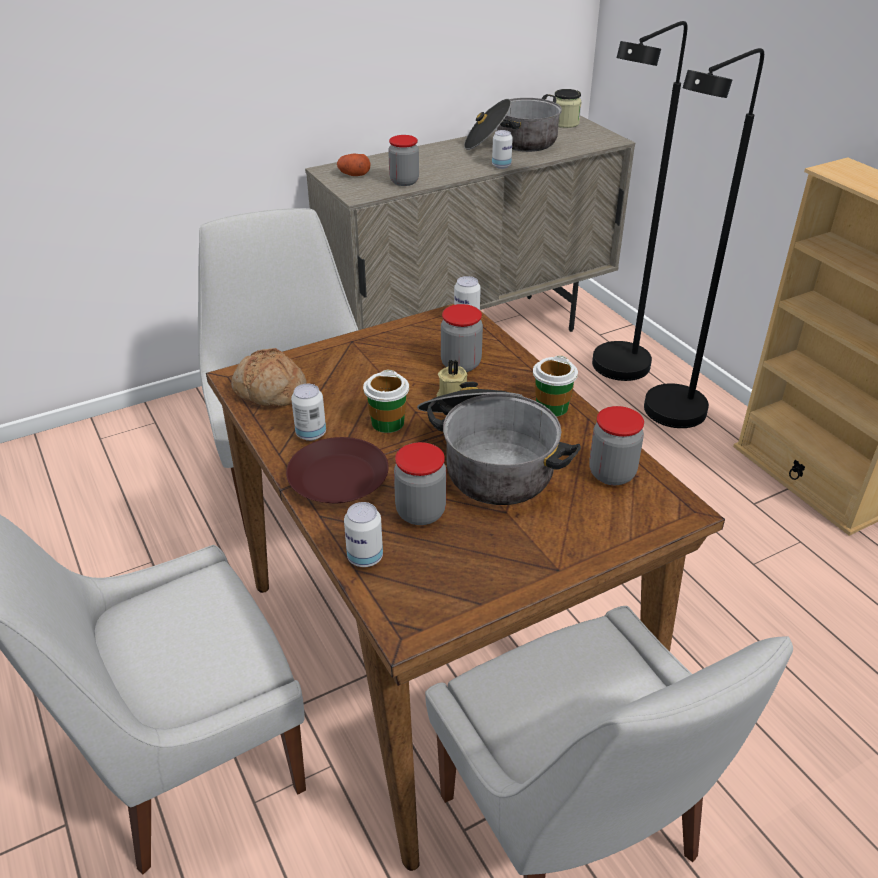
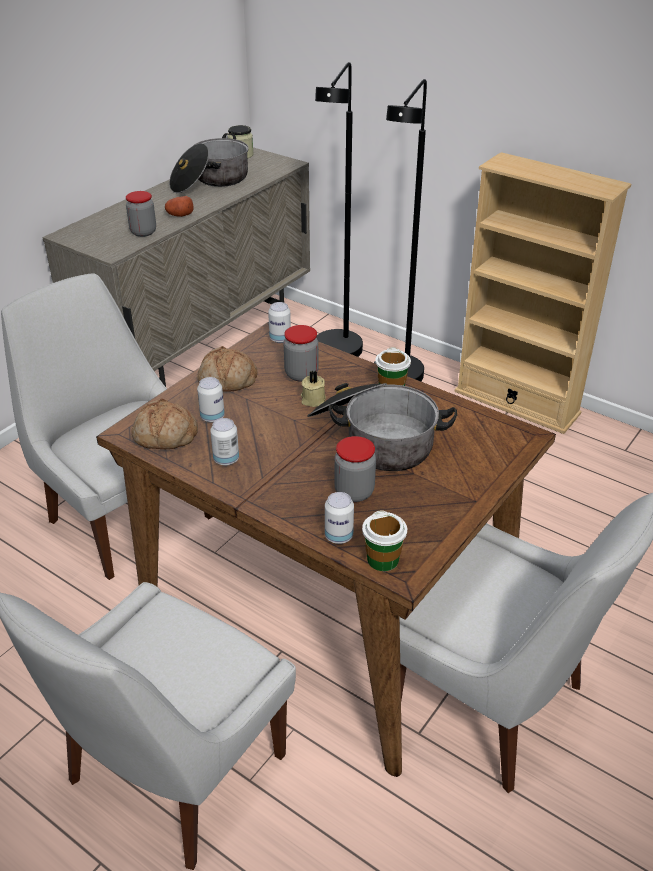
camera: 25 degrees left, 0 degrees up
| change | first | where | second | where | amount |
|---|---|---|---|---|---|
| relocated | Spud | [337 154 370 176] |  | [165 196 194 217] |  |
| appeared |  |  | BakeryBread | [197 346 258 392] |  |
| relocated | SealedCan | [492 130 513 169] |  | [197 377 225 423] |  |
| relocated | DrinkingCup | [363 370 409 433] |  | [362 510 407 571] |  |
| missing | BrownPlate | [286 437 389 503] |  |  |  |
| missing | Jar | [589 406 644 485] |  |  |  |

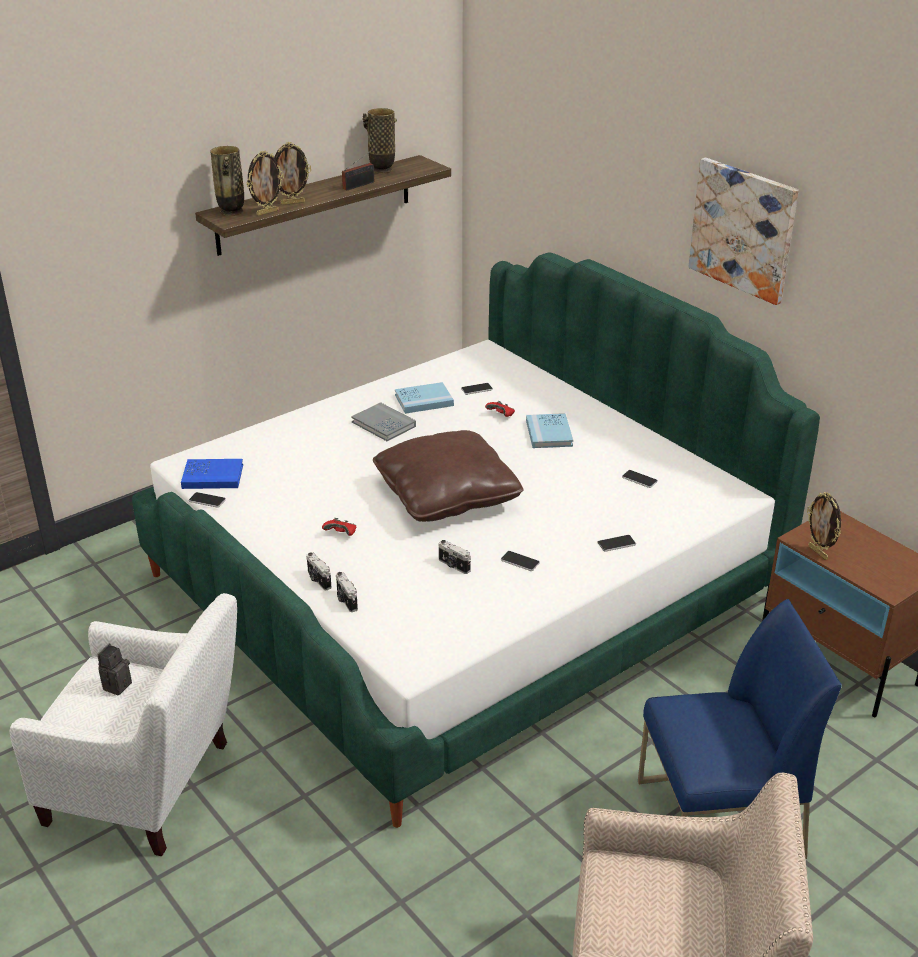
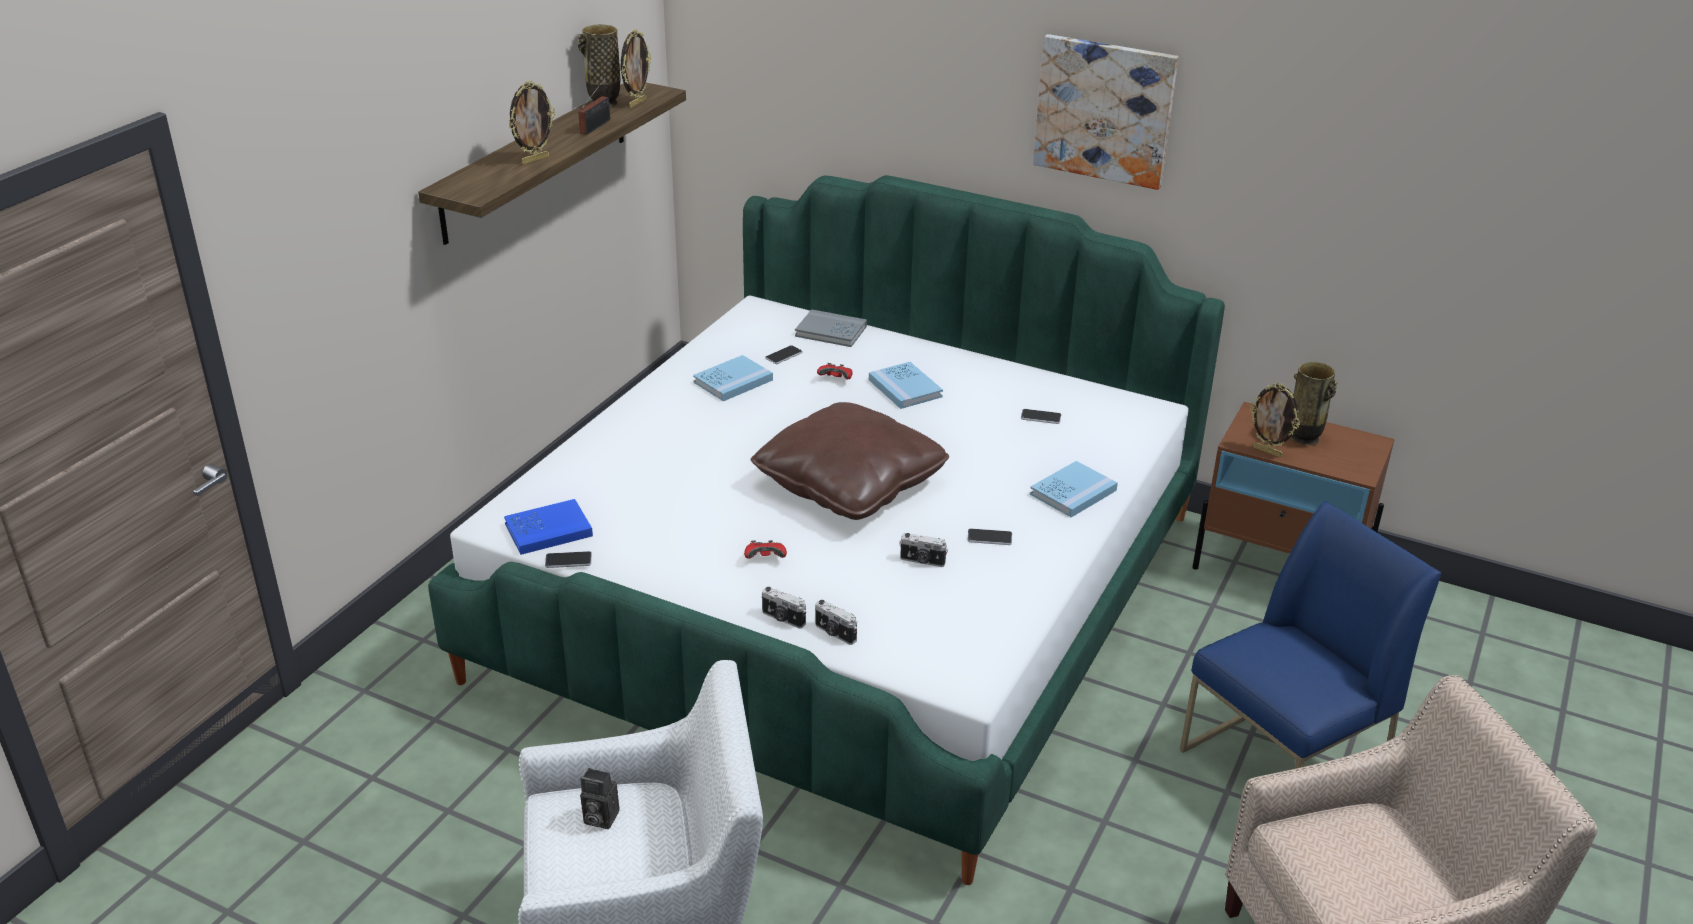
camera: 25 degrees left, 0 degrees up
| change | first | where | second | where | amount |
|---|---|---|---|---|---|
| spun | StillCamera | [97 643 132 695] |  | [580 768 619 829] | 75 degrees counterclockwise |
| relocated | PhotoFrame | [247 151 284 216] |  | [621 29 651 108] |  |
| relocated | GreyishBoundBook | [351 402 416 441] |  | [795 309 867 347] |  |
| exchanged | Phone | [597 535 636 552] | BluishBoundBook | [1030 461 1118 517] |  |
| relocated | FlowerVase | [210 146 244 216] |  | [1291 362 1338 445] |  |

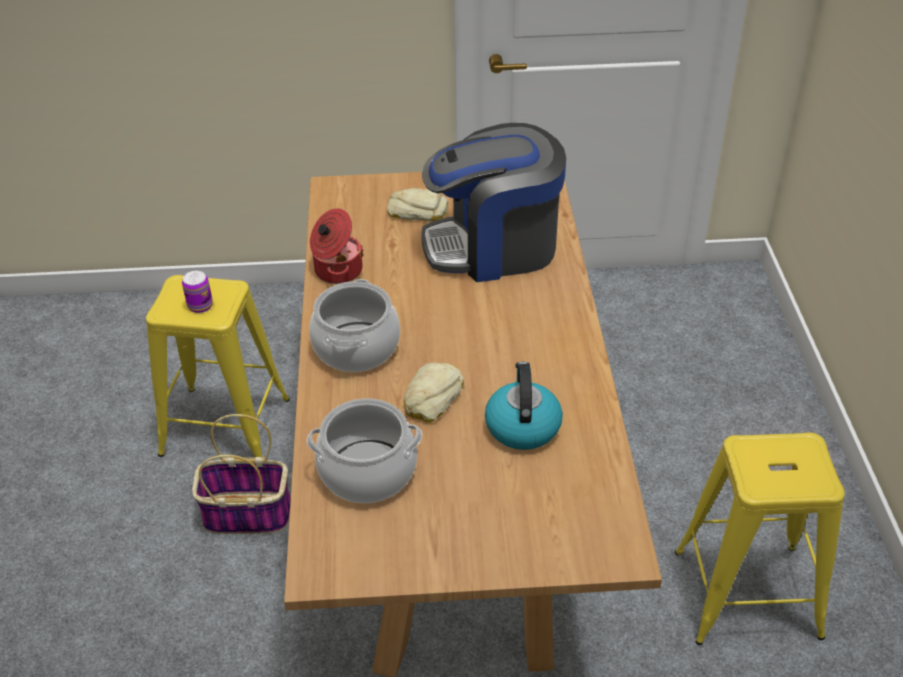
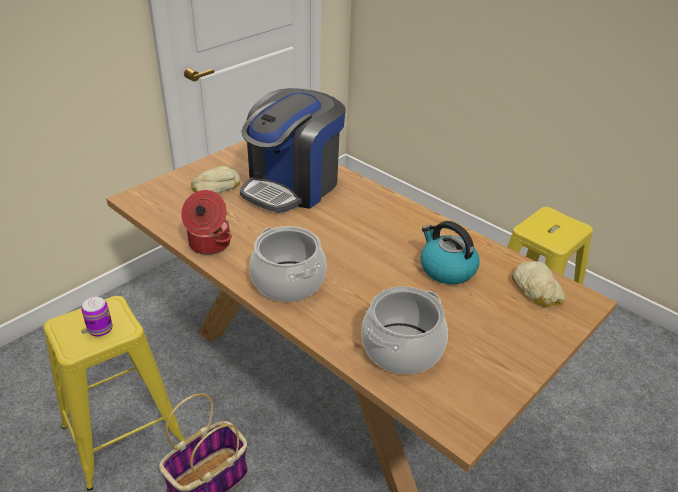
camera: 45 degrees left, 5 degrees down
| change | first | where | second | where | amount |
|---|---|---|---|---|---|
| relocated | BakeryBread | [404 362 464 423] |  | [512 261 565 308] |  |

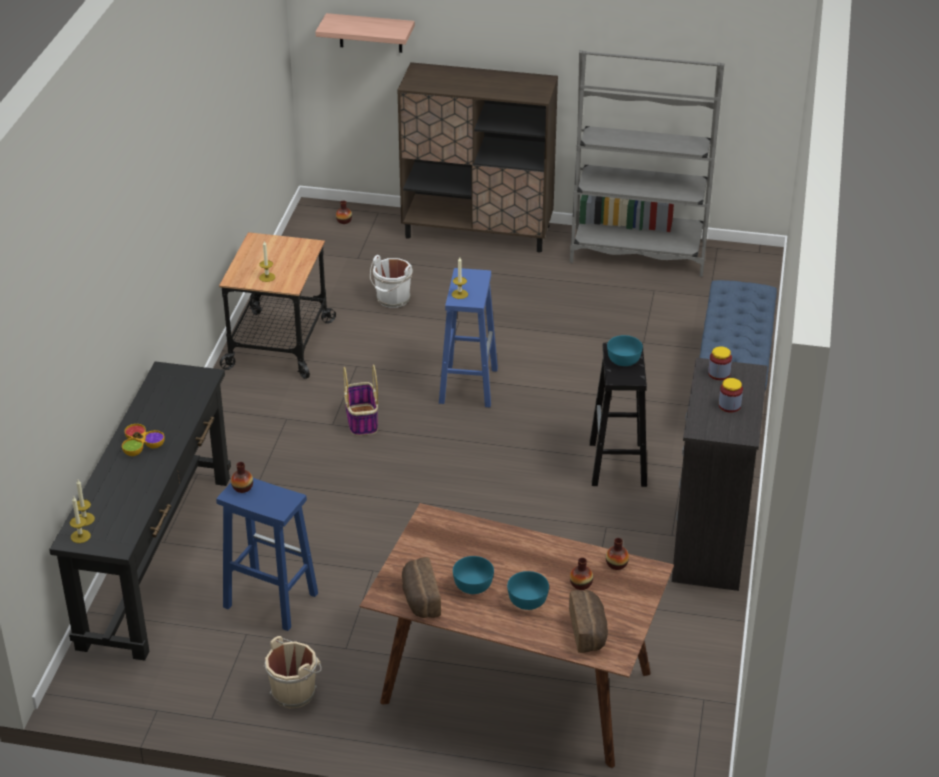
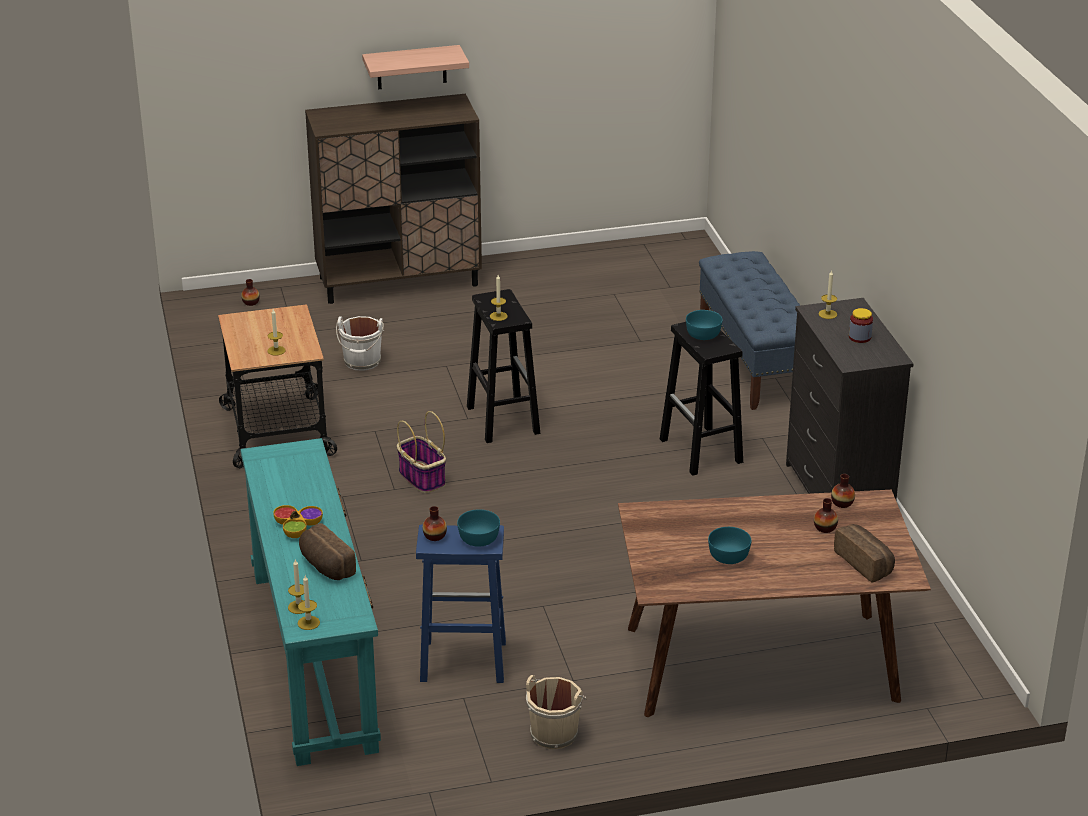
camera: 25 degrees left, 5 degrees down
| change | first | where | second | where | amount |
|---|---|---|---|---|---|
| colour | BlackColouredNarrowTable | [49 361 231 661] | TurquoiseColouredNarrowTable | [240 438 381 766] |  |
| relocated | BakeryBread | [402 557 441 618] |  | [299 523 356 580] |  |
| relocated | Shelf | [315 13 415 53] |  | [362 45 469 89] |  |
| relocated | TurquoiseColouredDeepDish | [507 571 549 610] |  | [457 509 500 547] |  |
| colour | BluishSittingStool | [439 268 498 407] | BlackColouredSittingStool | [467 289 540 443] |  |
| exchanged | Jar | [708 347 732 380] | WaxLight | [819 270 837 319] |  |
| missing | GreyishBookcase | [570 50 724 277] |  |  |  |

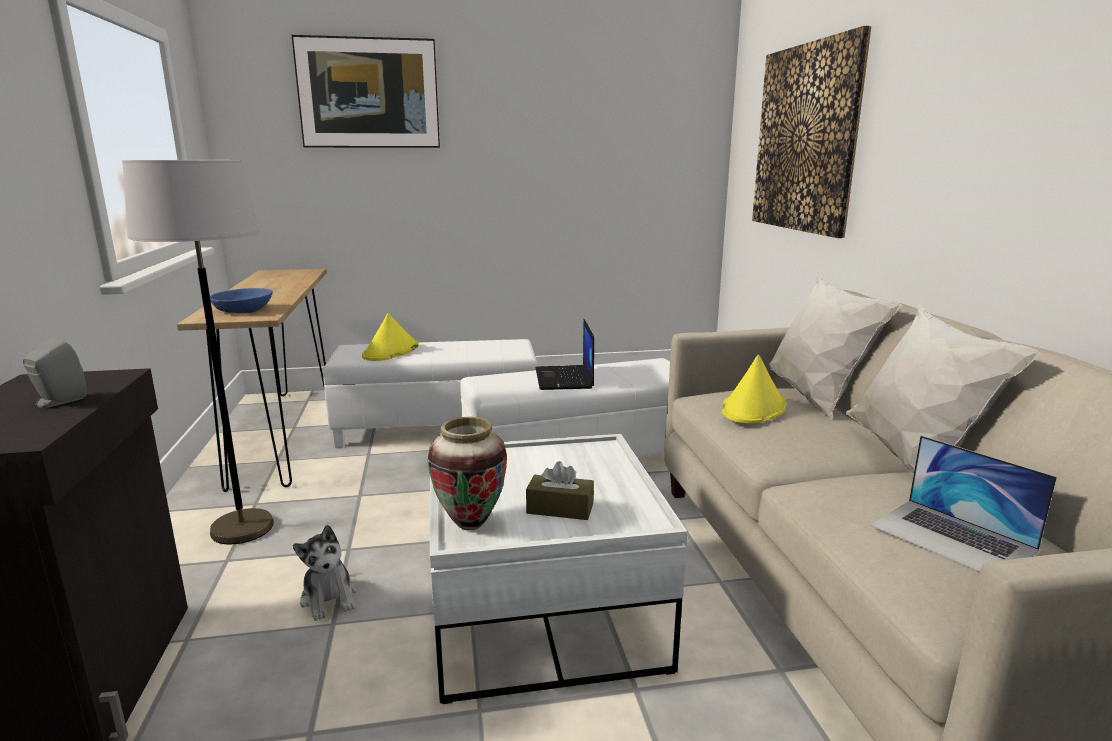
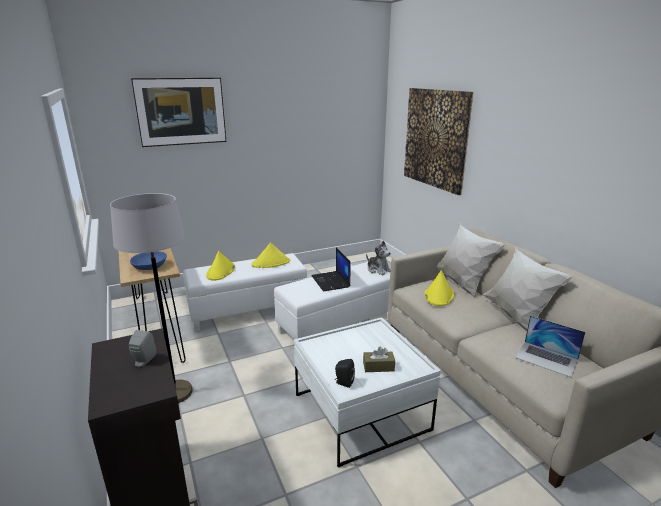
camera: 15 degrees left, 5 degrees up
| change | first | where | second | where | amount |
|---|---|---|---|---|---|
| appeared |  |  | YellowColouredHat | [251 242 290 268] |  |
| exchanged | FlowerVase | [428 417 507 530] | BlackColouredSpeaker | [335 359 355 388] |  |
| relocated | SoftToy | [293 525 357 621] |  | [366 240 391 275] |  |

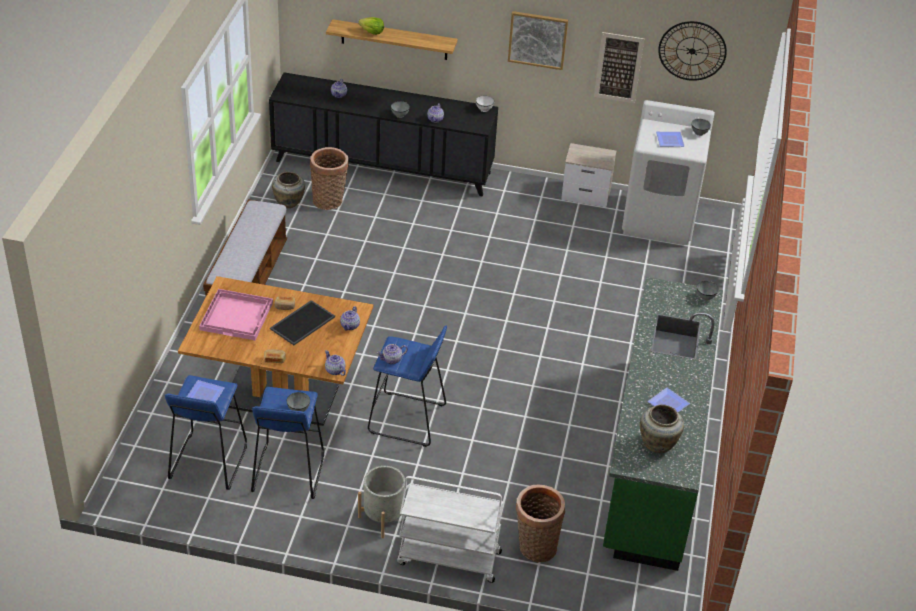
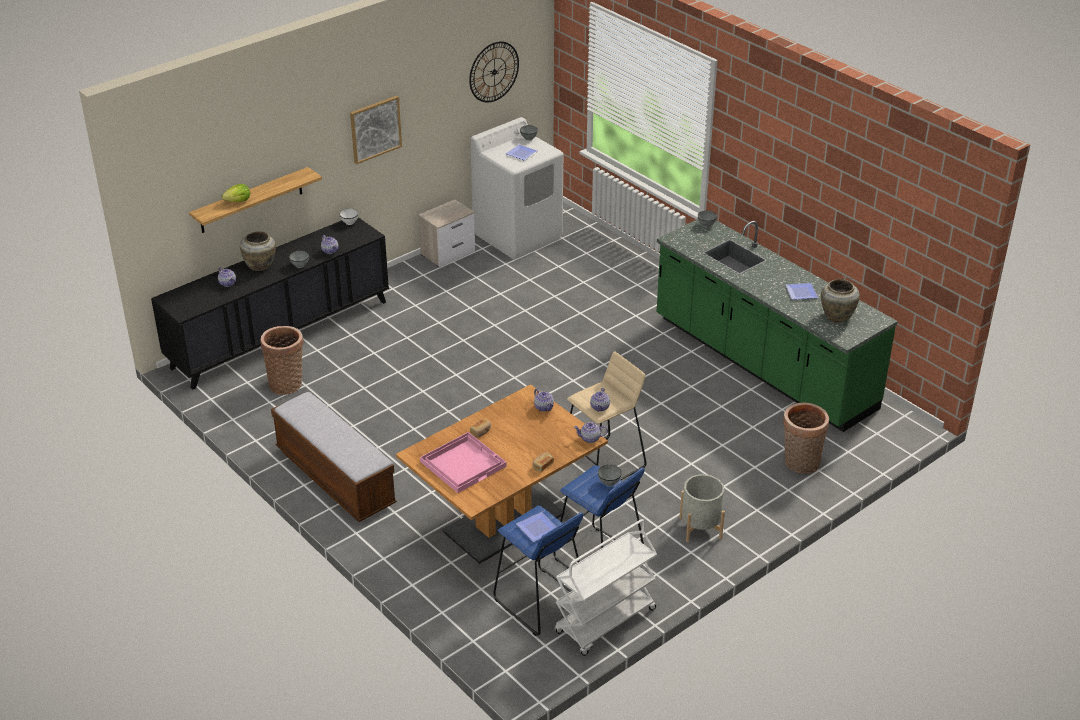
camera: 50 degrees left, 5 degrees down
| change | first | where | second | where | amount |
|---|---|---|---|---|---|
| relocated | SandColouredFlowerVase | [272 172 305 208] |  | [240 231 276 271] |  |
| relocated | WhiteCart | [397 476 503 583] |  | [555 519 657 656] |  |
| colour | BluishSittingStool | [368 326 447 447] | SandColouredSittingStool | [567 351 646 480] |  |
| missing | Tray | [270 300 335 345] |  |  |  |
| missing | WallPicture | [594 32 645 103] |  |  |  |

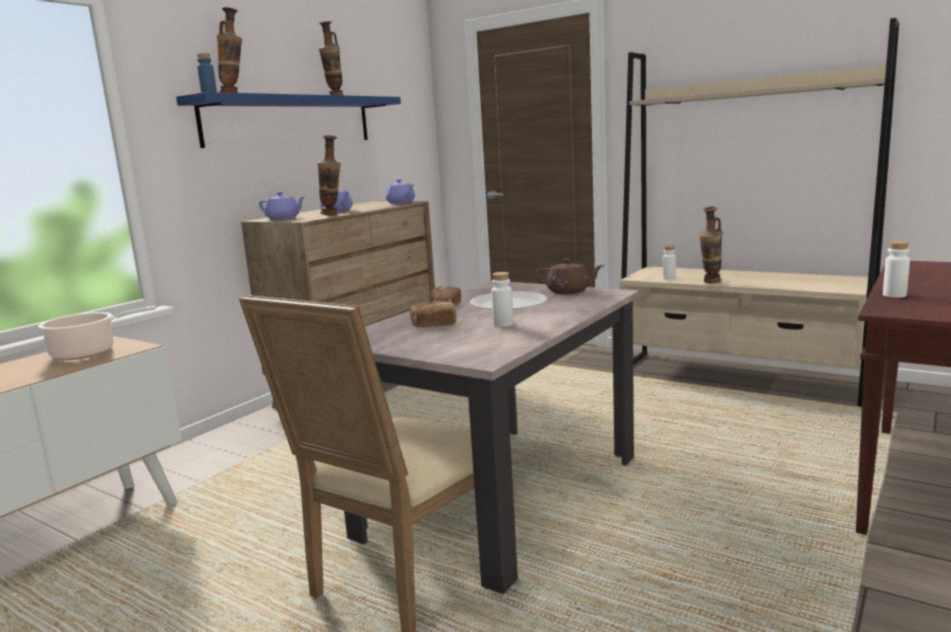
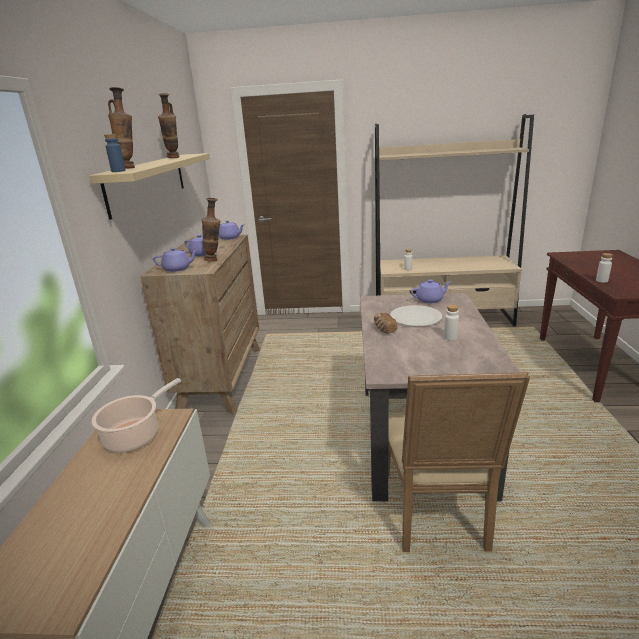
camera: 30 degrees left, 10 degrees up
| change | first | where | second | where | amount |
|---|---|---|---|---|---|
| colour | BluishShelf | [176 92 401 148] | SandColouredShelf | [89 153 210 220] |  |
| colour | BrownTeaPot | [536 258 605 294] | PurplishTeaPot | [411 279 452 303] |  |
| missing | BakeryBread | [410 301 457 327] |  |  |  |
| missing | FlowerVase | [699 207 723 284] |  |  |  |

